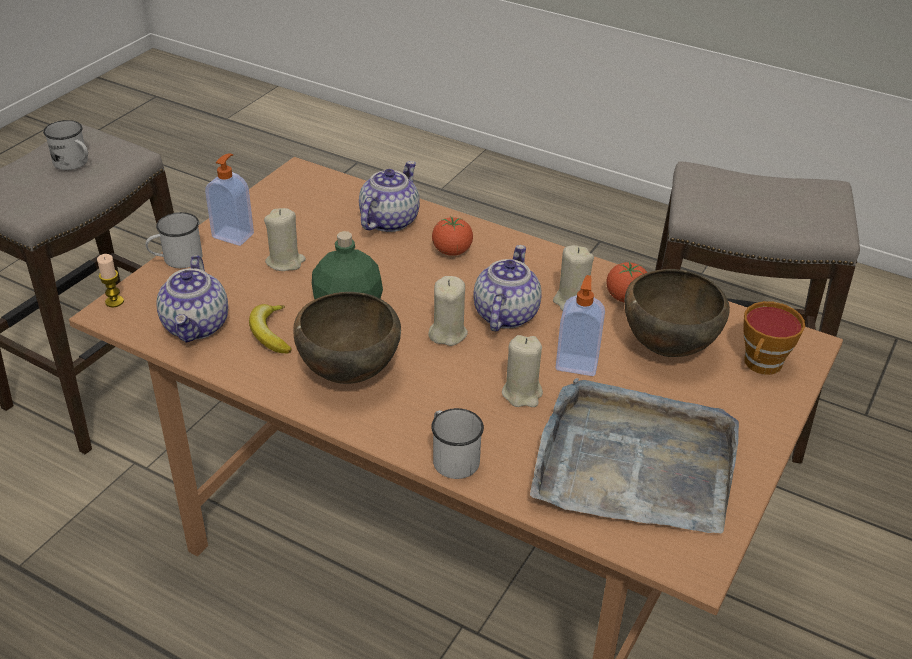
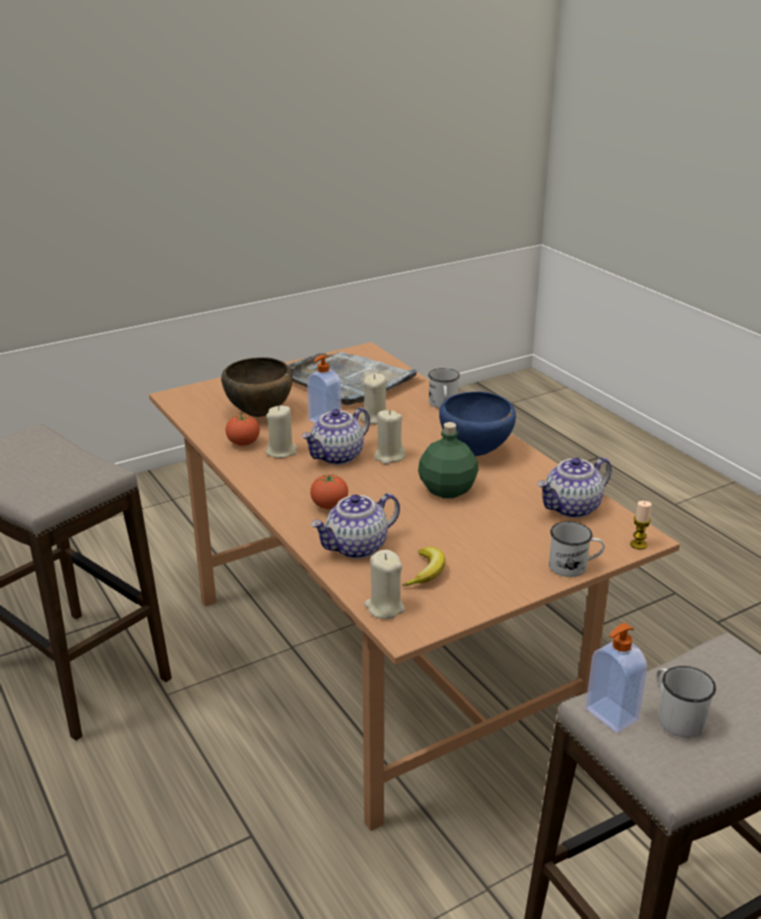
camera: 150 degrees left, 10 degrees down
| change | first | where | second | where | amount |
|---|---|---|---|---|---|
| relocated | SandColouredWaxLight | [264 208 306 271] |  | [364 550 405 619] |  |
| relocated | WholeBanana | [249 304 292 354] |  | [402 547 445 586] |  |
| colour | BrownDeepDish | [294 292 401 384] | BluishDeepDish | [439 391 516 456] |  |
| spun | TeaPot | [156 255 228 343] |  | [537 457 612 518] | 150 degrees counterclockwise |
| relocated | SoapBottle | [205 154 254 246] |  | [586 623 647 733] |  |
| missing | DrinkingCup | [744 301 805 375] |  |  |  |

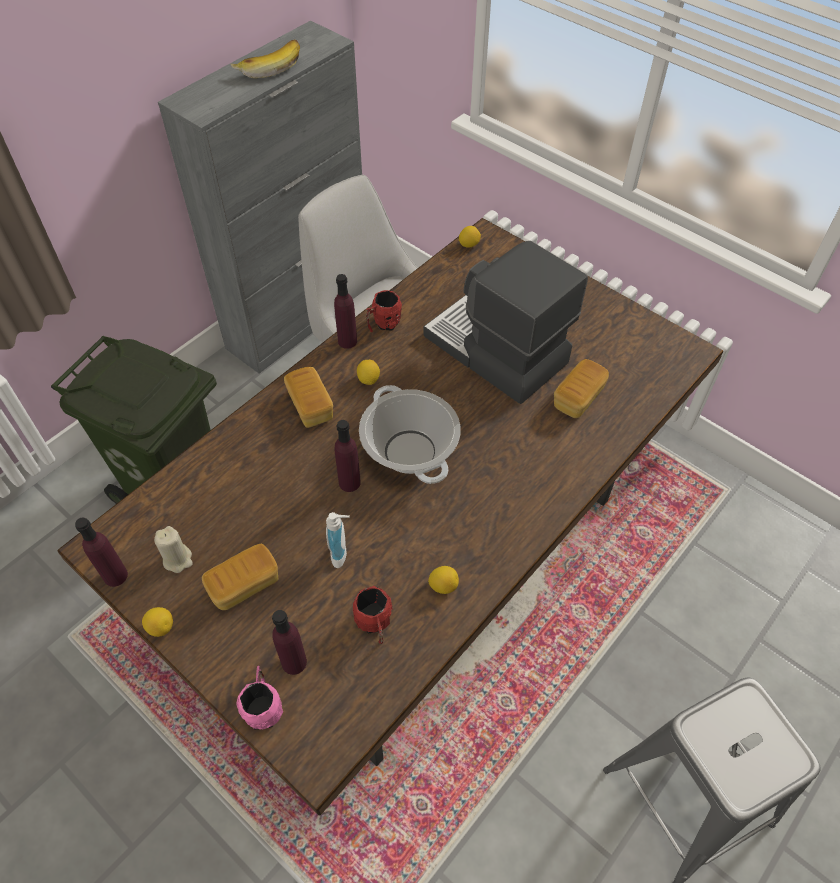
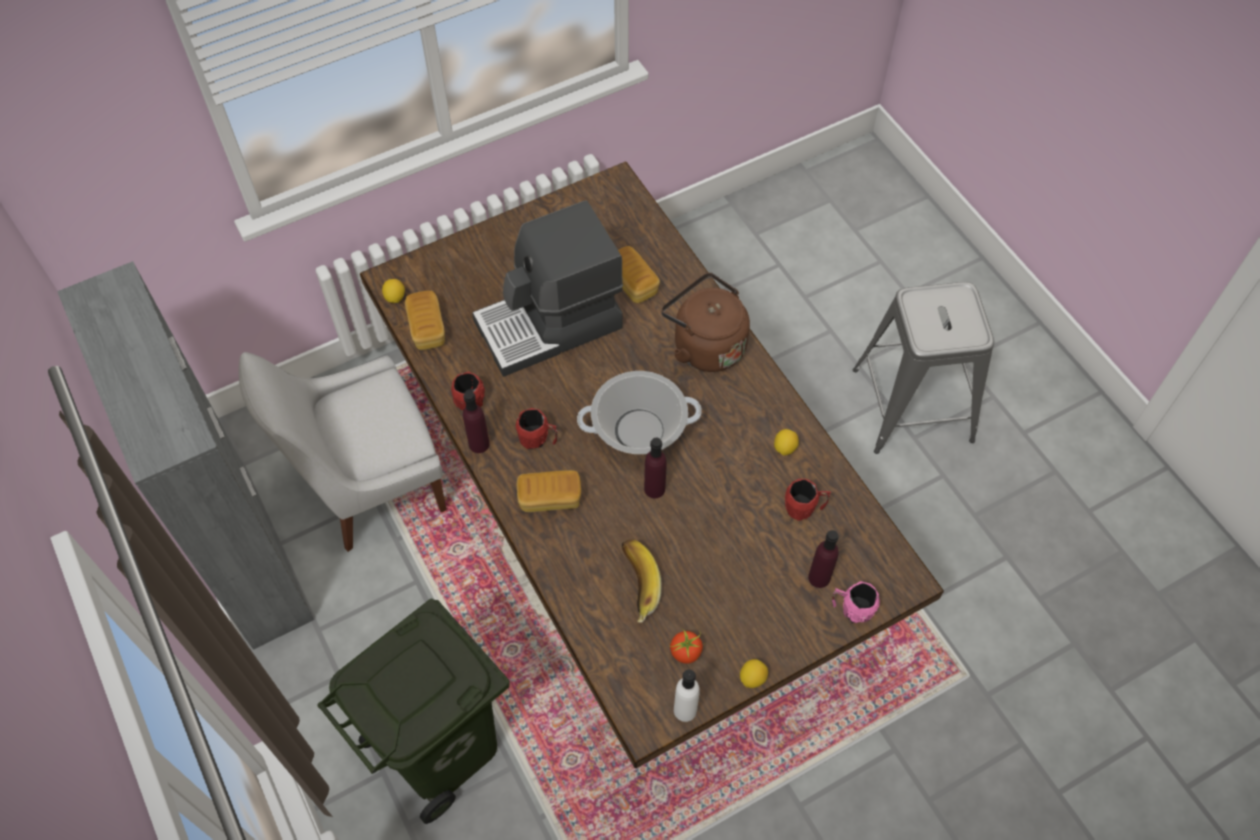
camera: 70 degrees left, 5 degrees up
| change | first | where | second | where | amount |
|---|---|---|---|---|---|
| relocated | BakeryBread | [202 544 278 610] |  | [405 291 445 350] |  |
| exchanged | Lemon | [357 360 380 385] | RedTeaMug | [516 408 558 449] |  |
| relocated | WholeBanana | [231 39 300 78] |  | [621 540 662 622] |  |
| appeared |  |  | BrownKettle | [662 273 750 372] |  |
| exchanged | SandColouredWaxLight | [154 526 193 573] | Tomato | [670 629 706 664] |  |
| colour | PurplishDrinkBottle | [75 517 128 587] | WhiteDrinkBottle | [674 669 700 722] |  |
| missing | SoapBottle | [326 512 350 568] |  |  |  |

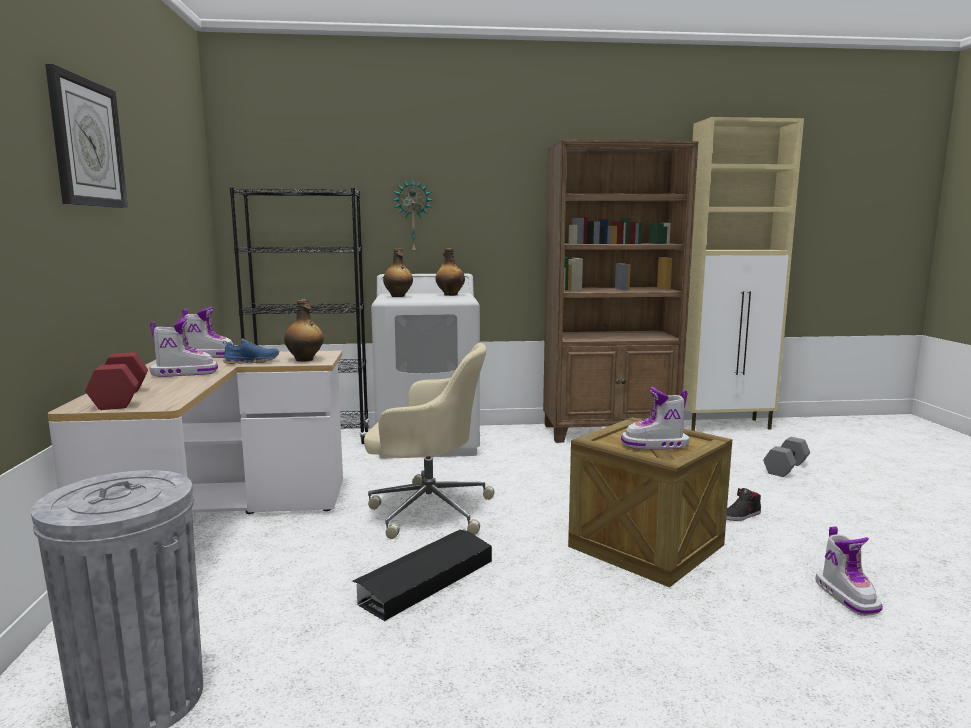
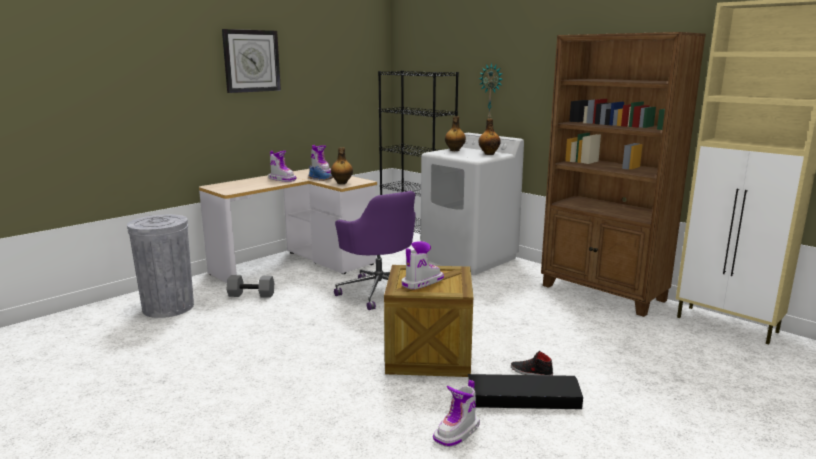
camera: 50 degrees right, 5 degrees up
| change | first | where | second | where | amount |
|---|---|---|---|---|---|
| relocated | GreyishFreeWeight | [763 437 810 477] |  | [226 275 274 298] |  |
| colour | SandColouredComputerChair | [364 343 494 539] | PurplishComputerChair | [334 191 416 310] |  |
| spun | Boot | [621 387 689 449] |  | [401 241 444 289] | 90 degrees clockwise |
| relocated | BlackColouredStorageContainer | [352 530 492 621] |  | [468 374 583 409] |  |
| missing | RedFreeWeight | [85 352 148 410] |  |  |  |

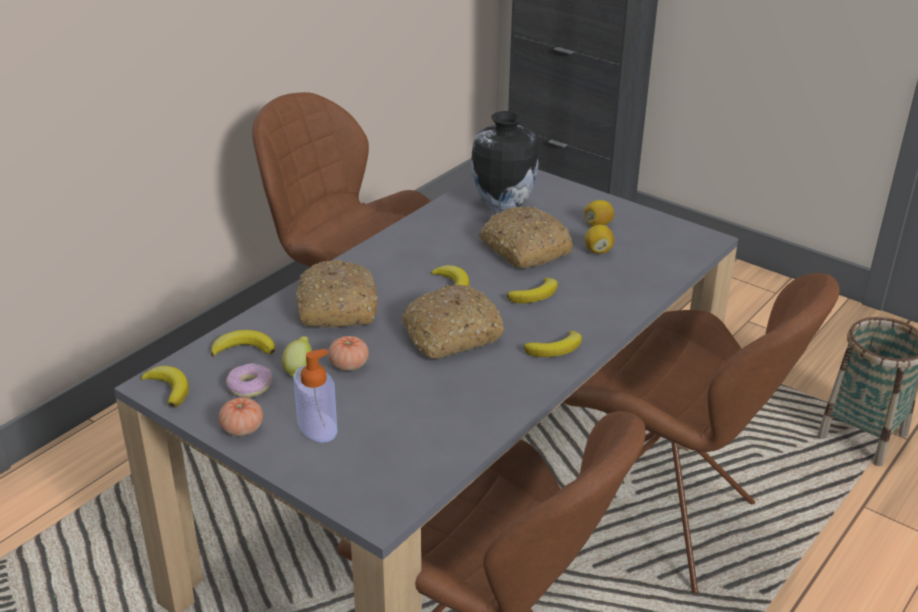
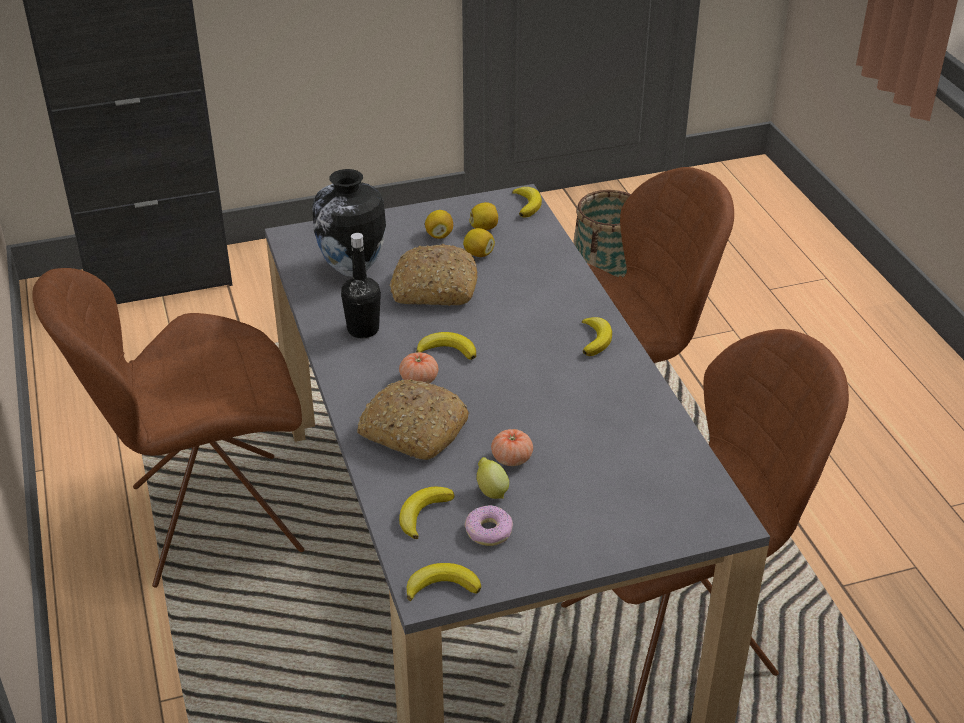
camera: 55 degrees left, 5 degrees up
| change | first | where | second | where | amount |
|---|---|---|---|---|---|
| appeared |  |  | BlackColouredDrinkBottle | [341 233 381 338] |  |
| relocated | Tomato | [219 398 263 436] |  | [399 352 438 384] |  |
| appeared |  |  | Lemon | [469 202 498 230] |  |
| relocated | WholeBanana | [507 278 558 303] |  | [512 187 542 218] |  |
| missing | SoapBottle | [294 349 338 443] |  |  |  |
| missing | BakeryBread | [401 284 504 359] |  |  |  |

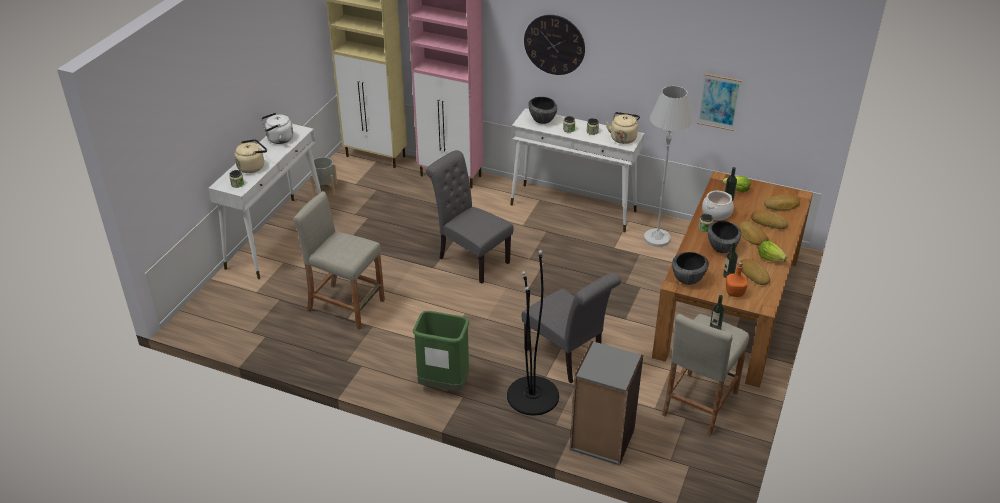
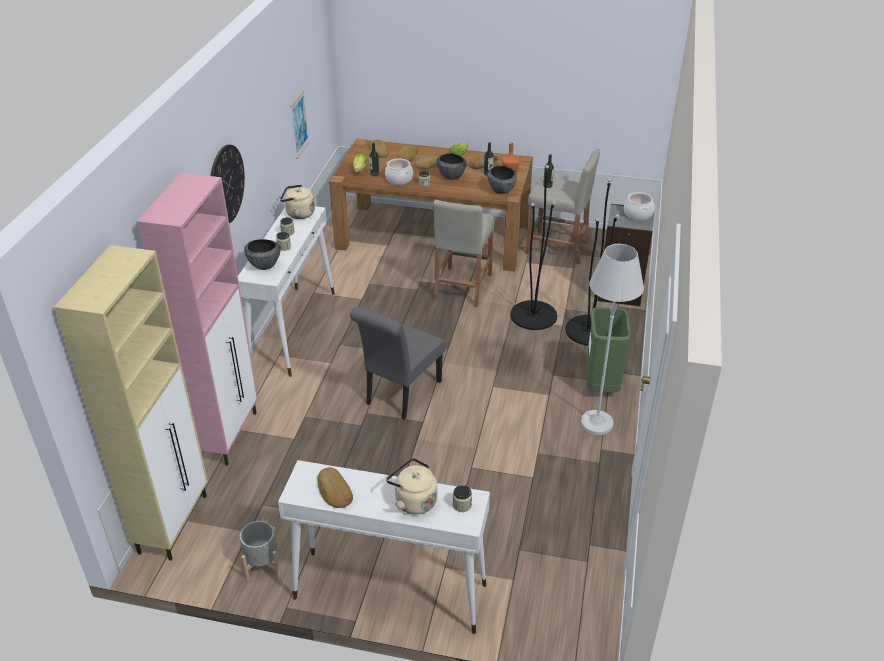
camera: 100 degrees left, 0 degrees up
| change | first | where | second | where | amount |
|---|---|---|---|---|---|
| exchanged | WhiteKettle | [261 113 293 144] | BakeryBread | [317 467 353 508] |  |
| relocated | SandColouredSittingStool | [293 191 385 330] |  | [433 200 494 307] |  |
| exchanged | GreyishChair | [522 273 621 383] | BlackColouredStandardLamp | [510 165 557 330] |  |
| relocated | WhiteStandardLamp | [644 86 693 247] |  | [581 244 644 435] |  |
| appeared |  |  | Saucepot | [624 192 655 221] |  |

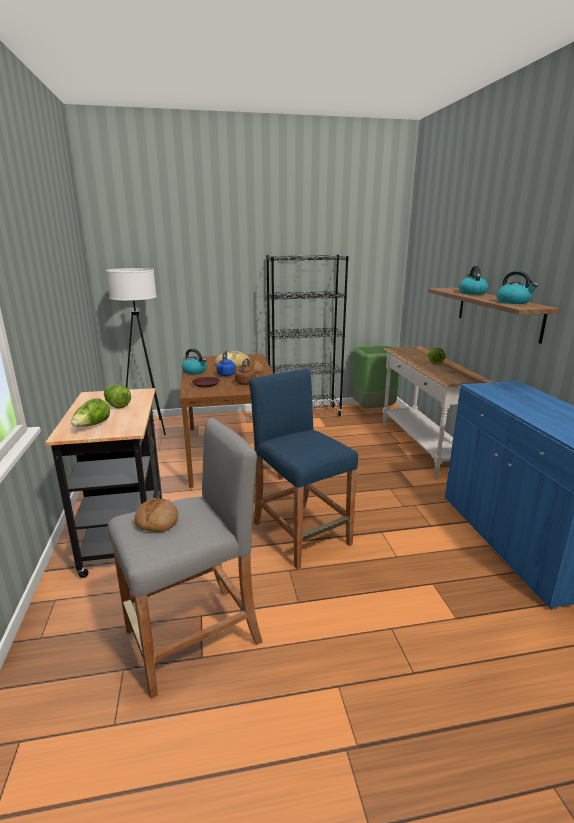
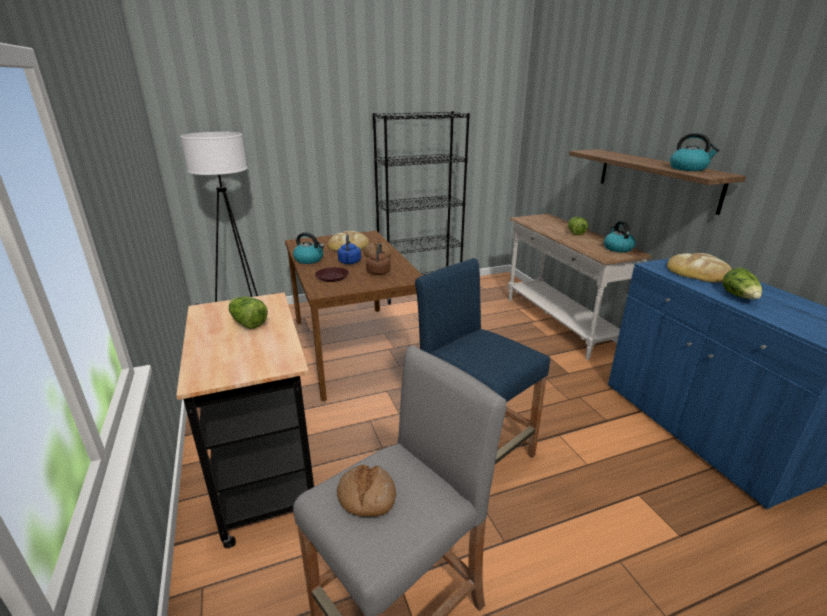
camera: 10 degrees left, 5 degrees up
| change | first | where | second | where | amount |
|---|---|---|---|---|---|
| relocated | Kettle | [459 266 488 295] |  | [604 221 636 253] |  |
| appeared |  |  | BakeryBread | [667 253 732 283] |  |
| relocated | LettuceHead | [71 398 110 427] |  | [722 268 762 299] |  |
| missing | GreenColouredTrashCan | [353 345 399 409] |  |  |  |

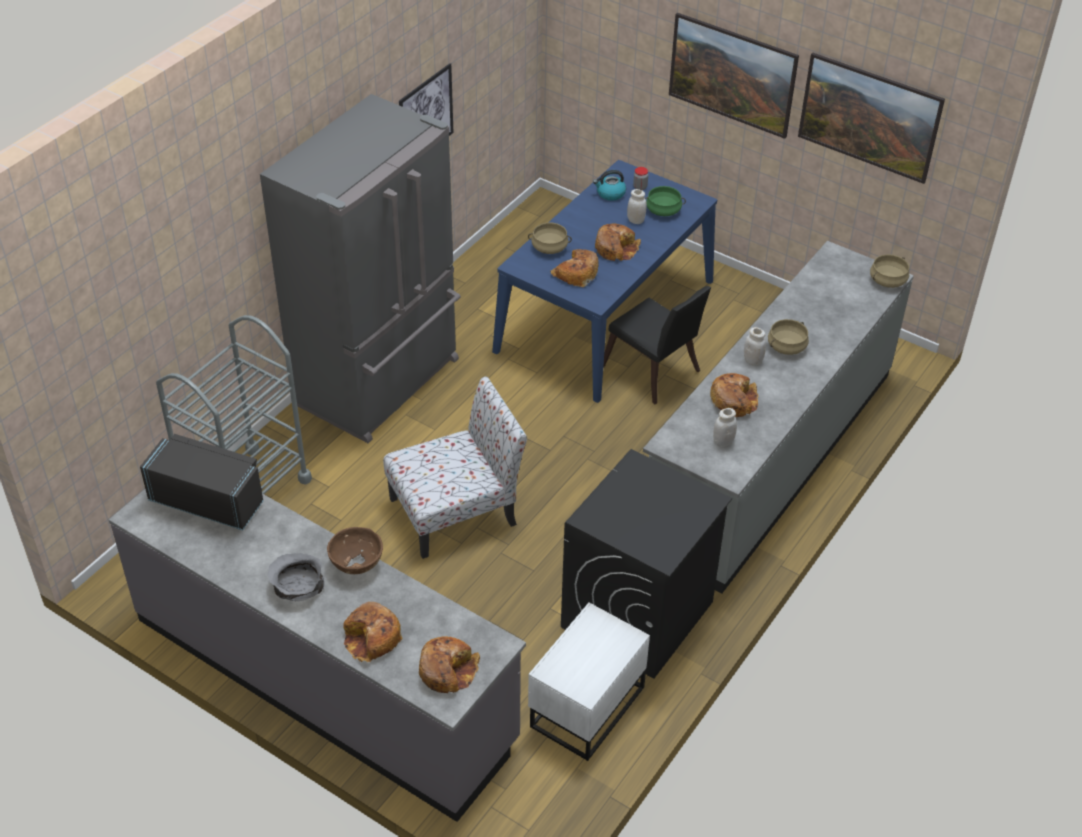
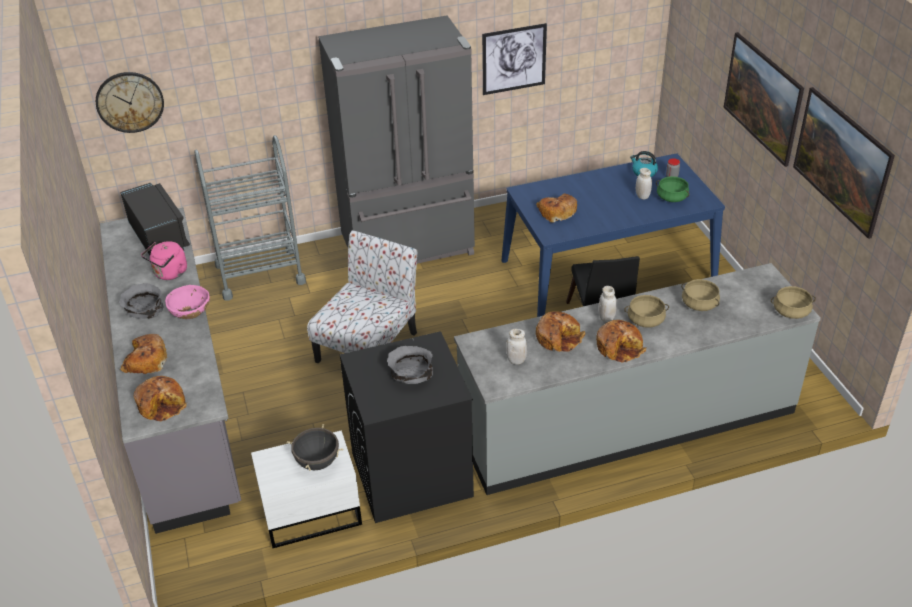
camera: 40 degrees right, 5 degrees down
| change | first | where | second | where | amount |
|---|---|---|---|---|---|
| appeared |  |  | HangingClock | [96 72 164 133] |  |
| appeared |  |  | PinkKettle | [141 241 187 280] |  |
| colour | BrownDeepDish | [327 527 383 574] | PinkDeepDish | [165 285 210 319] |  |
| appeared |  |  | BlackColouredSaucepot | [287 424 343 471] |  |
| spun | Chair | [383 377 527 559] |  | [307 230 417 364] | 75 degrees counterclockwise |
| appeared |  |  | GreyishDeepDish | [387 346 433 384] |  |
| relocated | BakeryBread | [595 223 641 261] |  | [596 320 647 363] |  |
| relocated | SandColouredSaucepot | [528 222 572 254] |  | [681 279 720 311] |  |

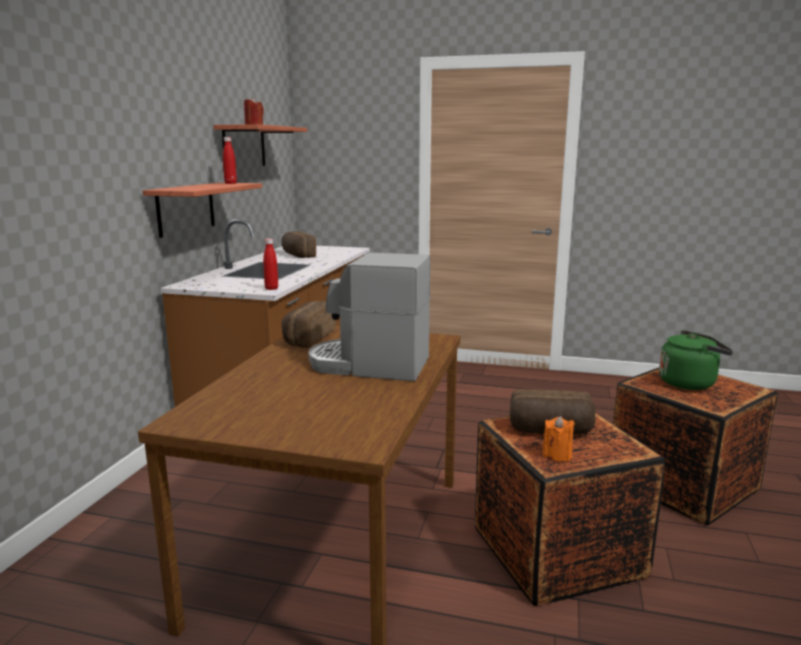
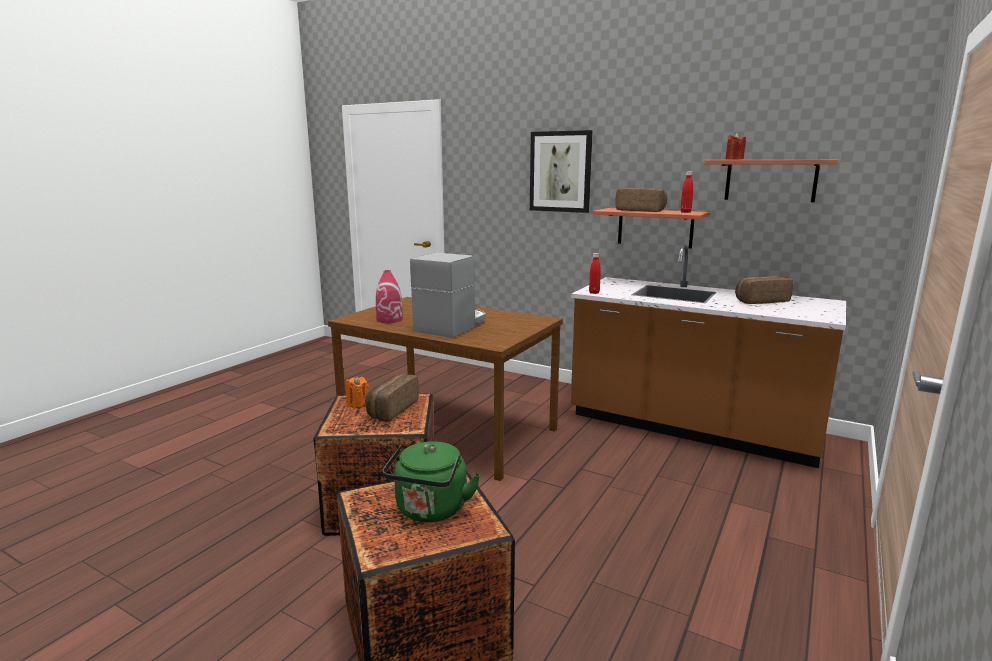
camera: 105 degrees right, 0 degrees up
| change | first | where | second | where | amount |
|---|---|---|---|---|---|
| appeared |  |  | RedFlowerVase | [376 270 403 323] |  |
| appeared |  |  | WallPicture | [530 130 593 213] |  |
| relocated | BakeryBread | [282 301 336 348] |  | [615 188 667 212] |  |

